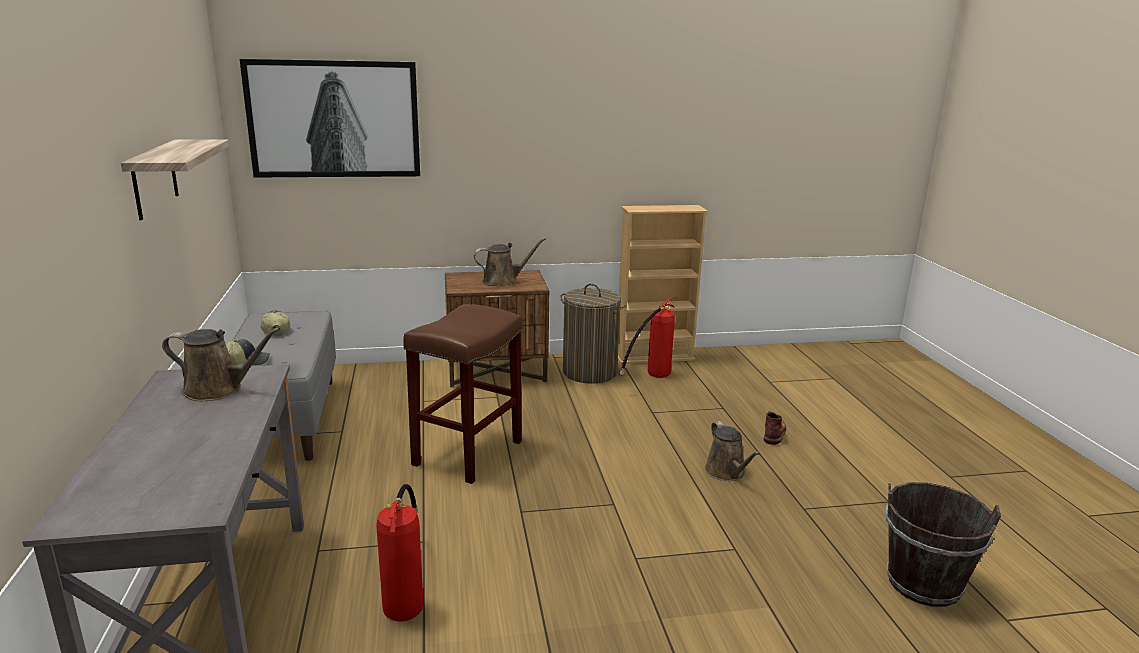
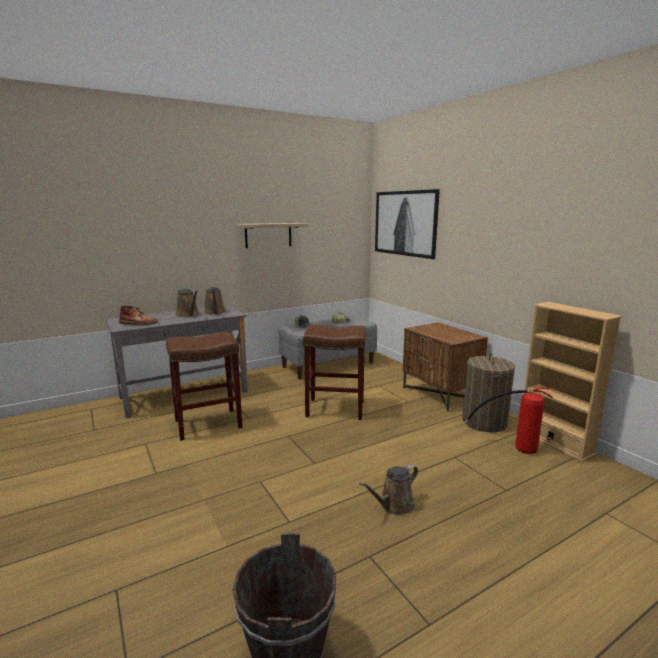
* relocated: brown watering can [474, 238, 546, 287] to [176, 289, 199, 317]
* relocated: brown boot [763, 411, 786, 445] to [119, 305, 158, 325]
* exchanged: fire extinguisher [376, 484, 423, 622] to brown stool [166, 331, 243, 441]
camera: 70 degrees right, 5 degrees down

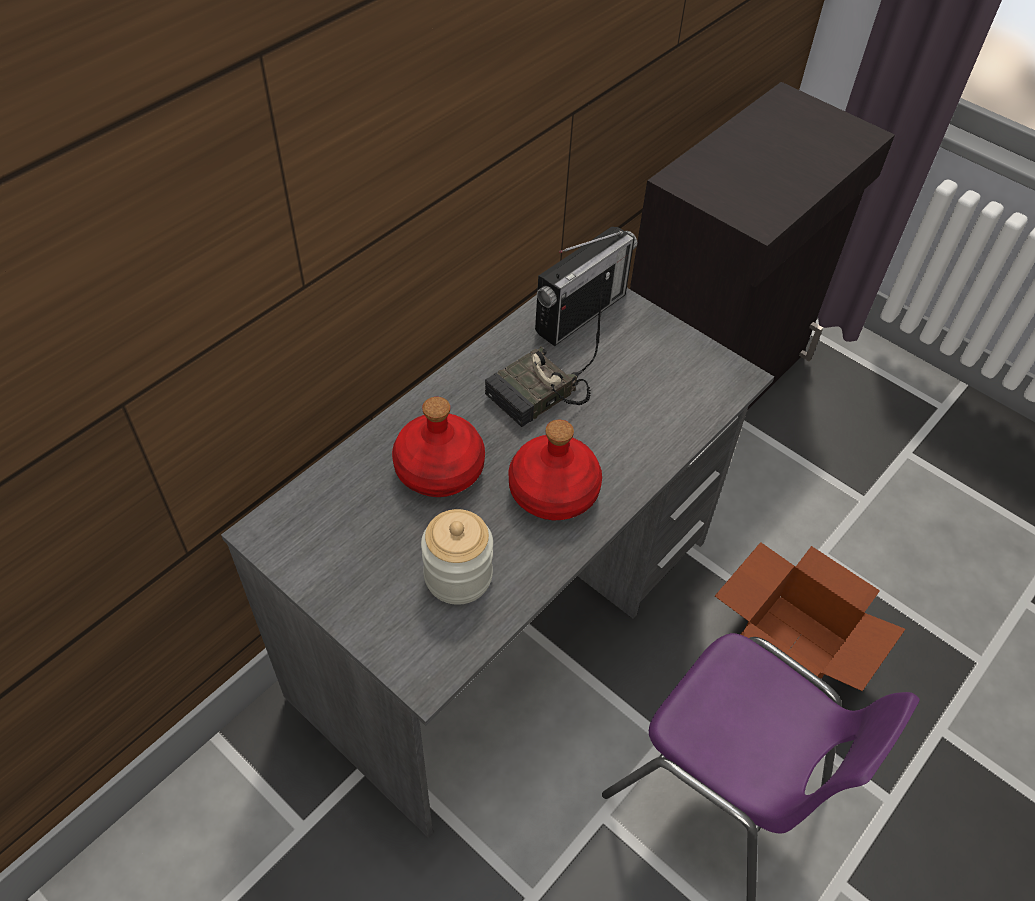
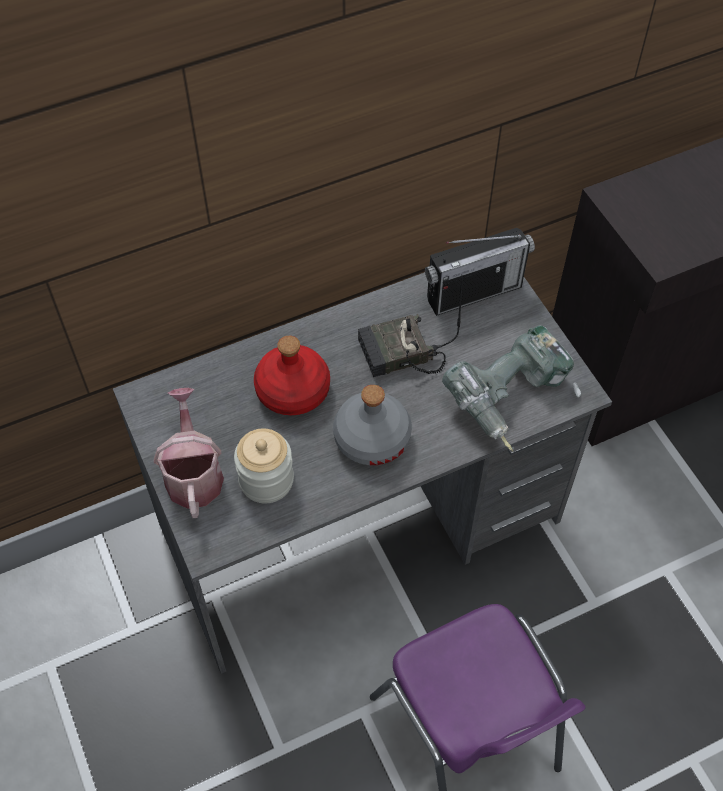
* colour: red bottle [508, 420, 602, 520] to grey bottle [333, 385, 412, 465]
* missing: cardboard box [715, 542, 905, 691]
* appeared: power drill [442, 325, 581, 452]
* appeared: watering can [154, 388, 224, 518]
camera: 25 degrees right, 5 degrees up

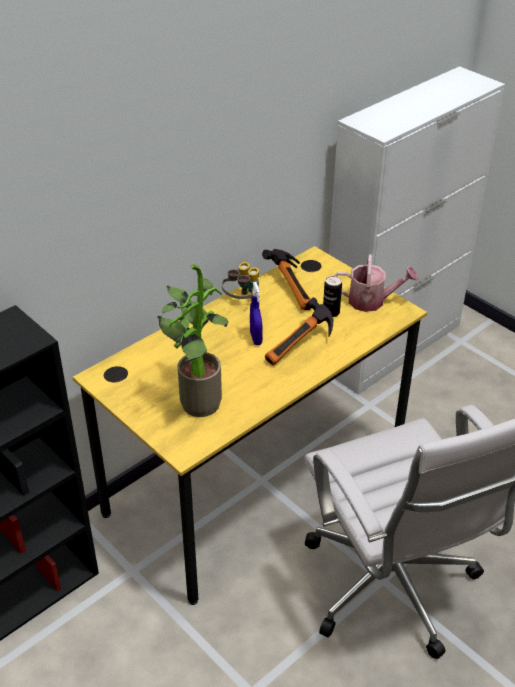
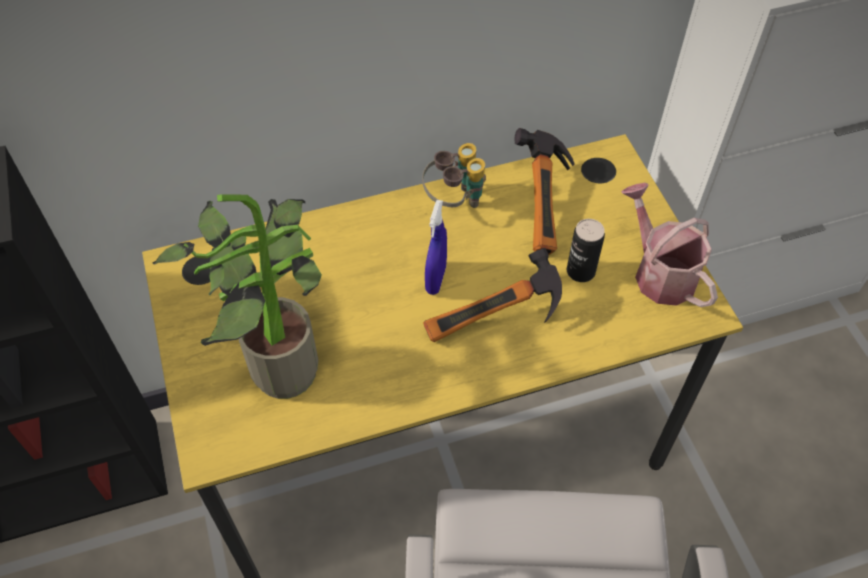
* spun: watering can [334, 254, 418, 312] = [621, 183, 718, 307] 150 degrees counterclockwise
camera: 25 degrees right, 15 degrees up

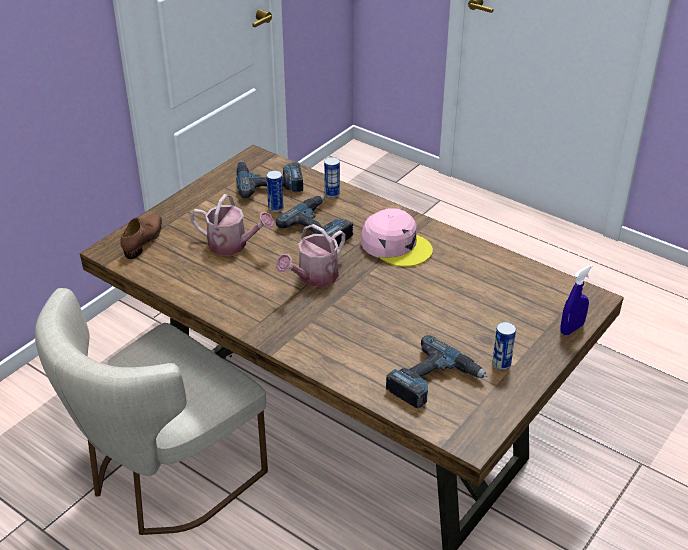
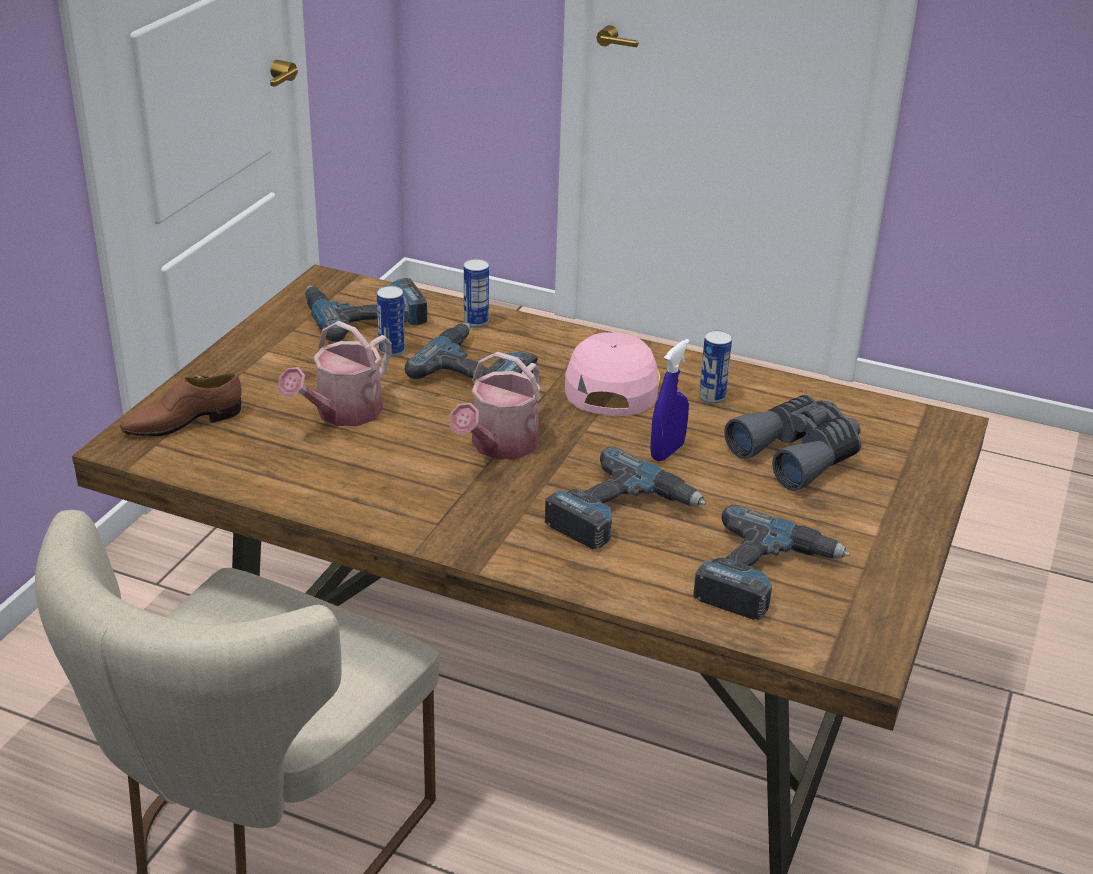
* spun: watering can [190, 194, 274, 255] = [278, 321, 392, 426] 120 degrees clockwise
* spun: pink cap [361, 208, 433, 267] = [565, 332, 660, 416] 105 degrees counterclockwise
* spun: brown shoe [120, 214, 162, 259] = [120, 373, 242, 437] 120 degrees counterclockwise
* relocated: blue spray bottle [560, 264, 593, 335] to [650, 339, 690, 461]
* relocated: can [492, 322, 516, 370] to [699, 330, 732, 404]
* appeared: grey binoculars [724, 395, 861, 491]
* appeared: power drill [545, 447, 706, 550]
camera: 15 degrees left, 5 degrees down

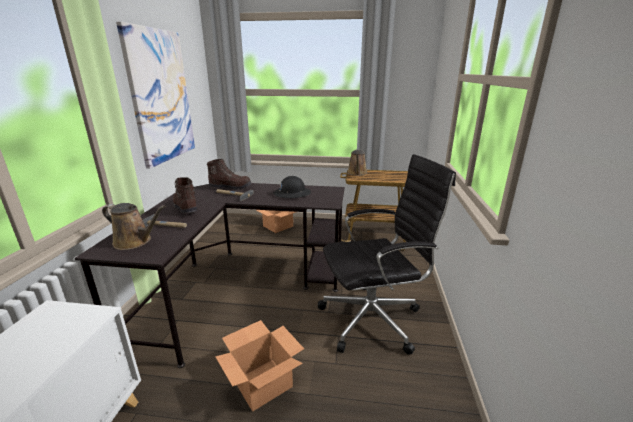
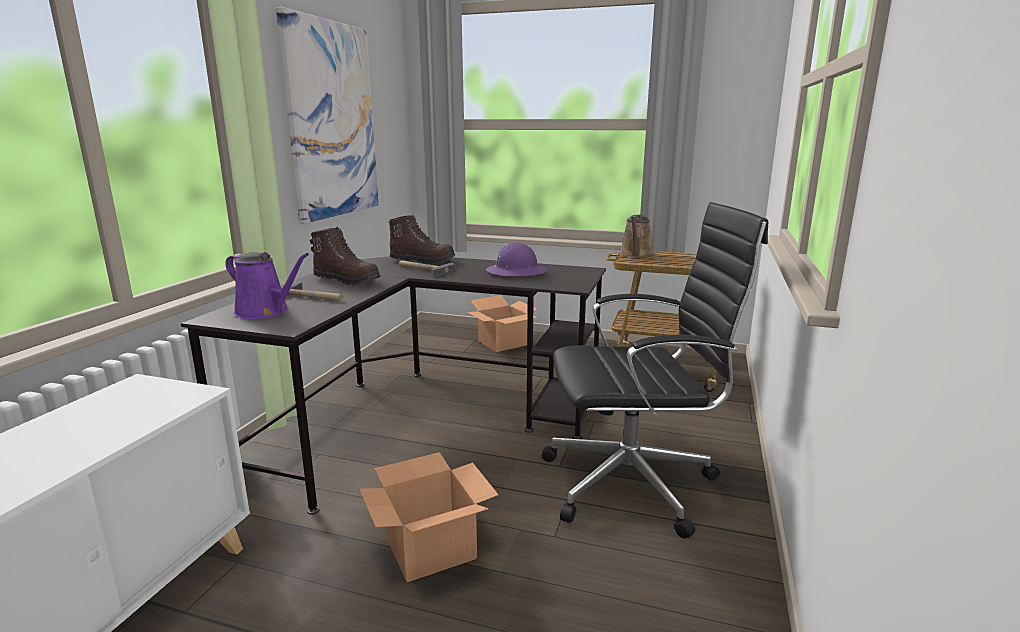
* colour: black hard hat [274, 176, 311, 198] to purple hard hat [486, 243, 547, 277]
* spun: brown boot [173, 177, 197, 214] = [310, 227, 380, 286] 135 degrees clockwise
* colour: brown watering can [102, 203, 166, 250] to purple watering can [225, 252, 309, 319]
camera: 10 degrees right, 5 degrees down

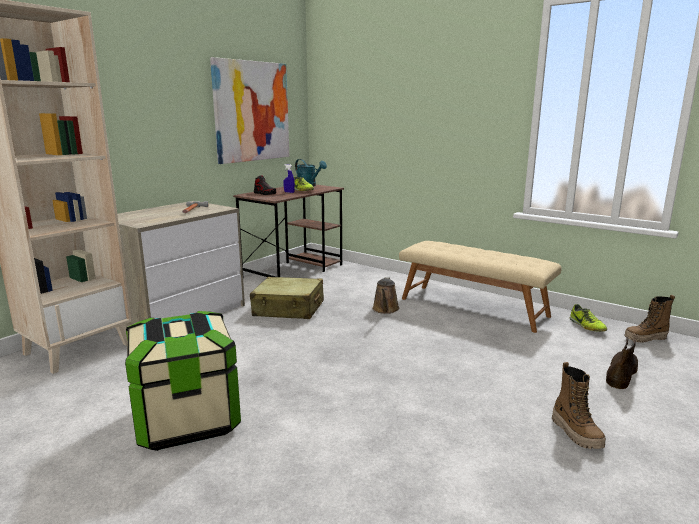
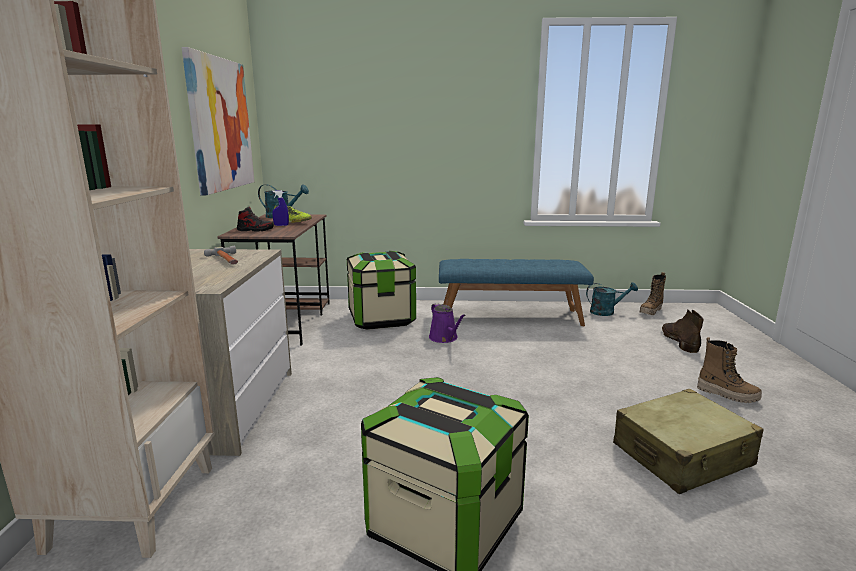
* colour: beige bench [399, 241, 562, 333] to blue bench [439, 259, 594, 326]
* relocated: beige suitcase [250, 277, 324, 319] to [613, 389, 764, 494]
* colour: brown watering can [372, 277, 399, 314] to purple watering can [429, 303, 466, 343]
* exchanged: shoe [570, 304, 607, 332] to turquoise watering can [586, 282, 638, 316]
* appeared: storage box [347, 251, 416, 330]
camera: 35 degrees left, 0 degrees up

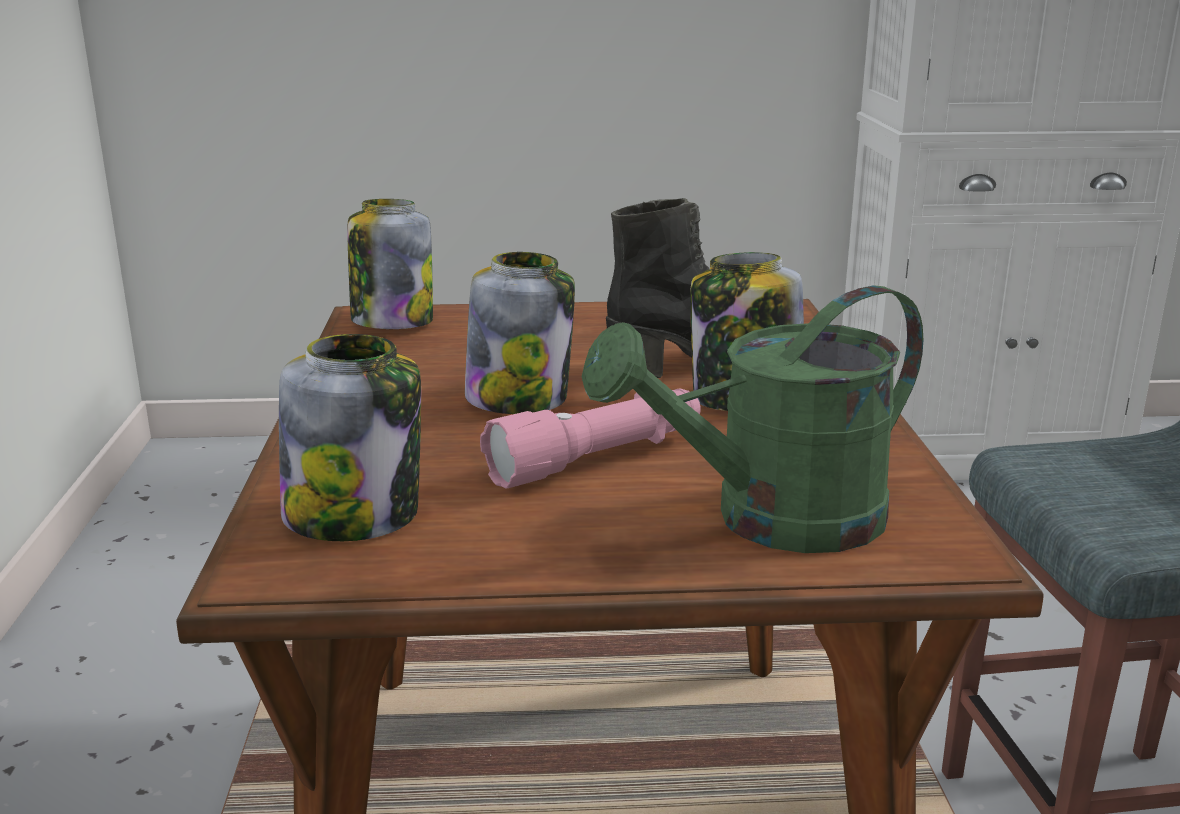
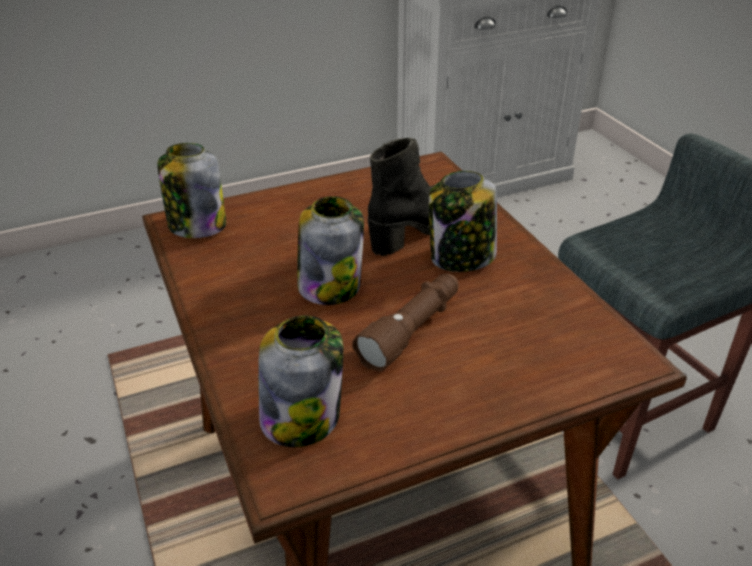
* missing: green watering can [582, 285, 924, 553]
* colour: pink flashlight [480, 389, 701, 489] to brown flashlight [352, 274, 459, 372]
camera: 20 degrees left, 15 degrees up

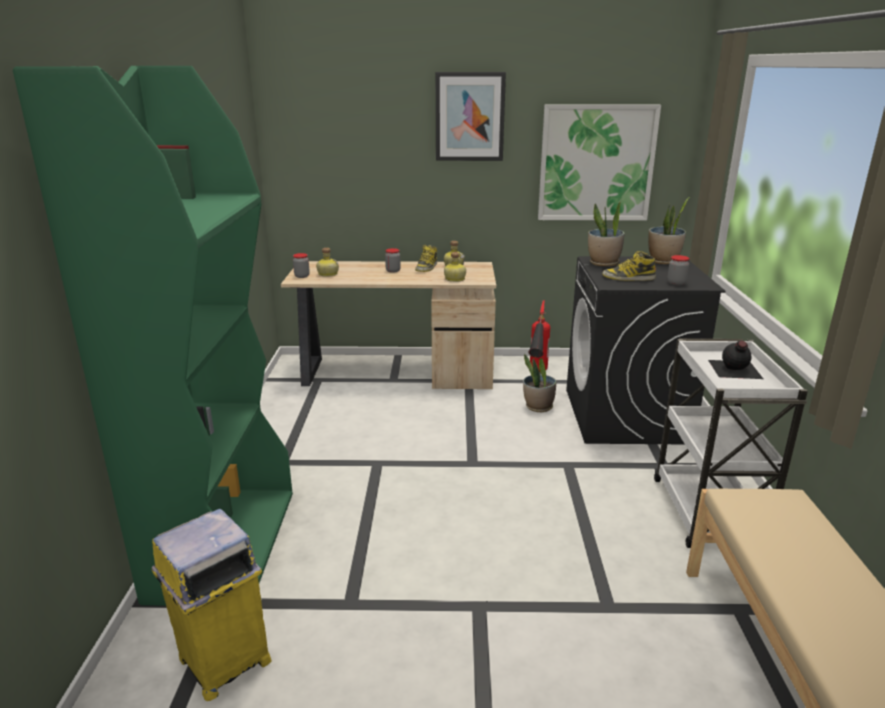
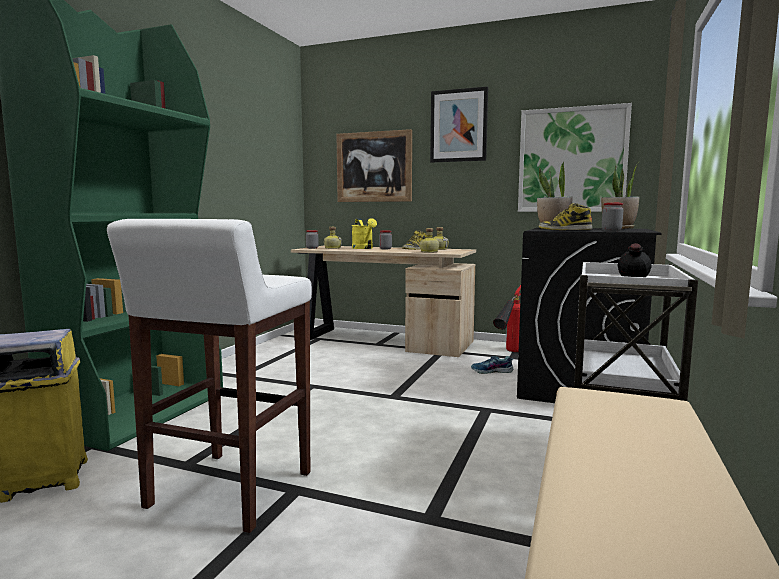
* exchanged: potted plant [523, 354, 556, 412] to shoe [471, 356, 513, 374]
* appeared: picture [336, 129, 412, 202]
* appeared: yellow watering can [352, 218, 377, 249]
* appeared: white stool [107, 219, 312, 533]
camera: 20 degrees right, 15 degrees down

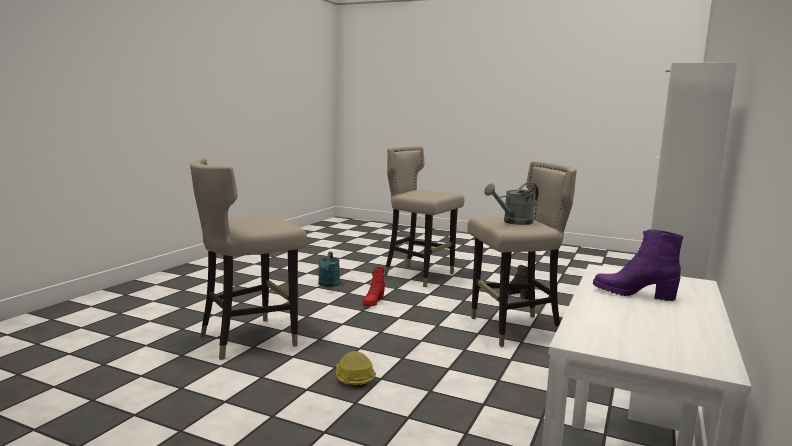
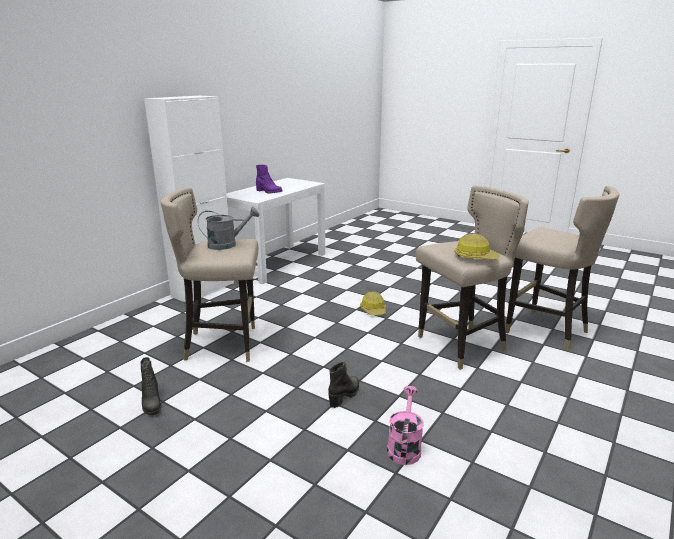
* relocated: beige stool [384, 146, 464, 287] to [505, 186, 619, 351]
* colour: turquoise watering can [318, 252, 340, 287] to pink watering can [387, 386, 424, 465]
* colour: red boot [363, 267, 385, 306] to black boot [328, 362, 359, 408]
* appeared: hard hat [454, 234, 499, 260]
camera: 170 degrees left, 10 degrees up

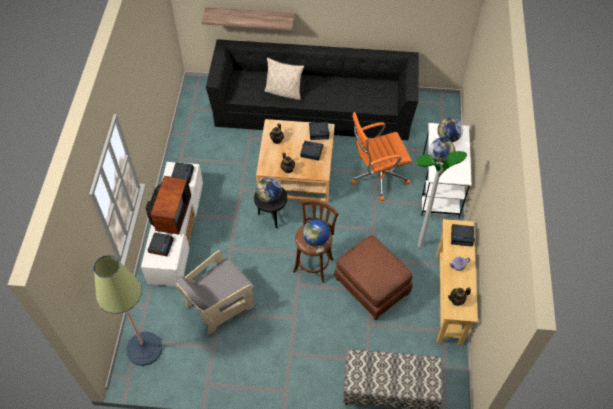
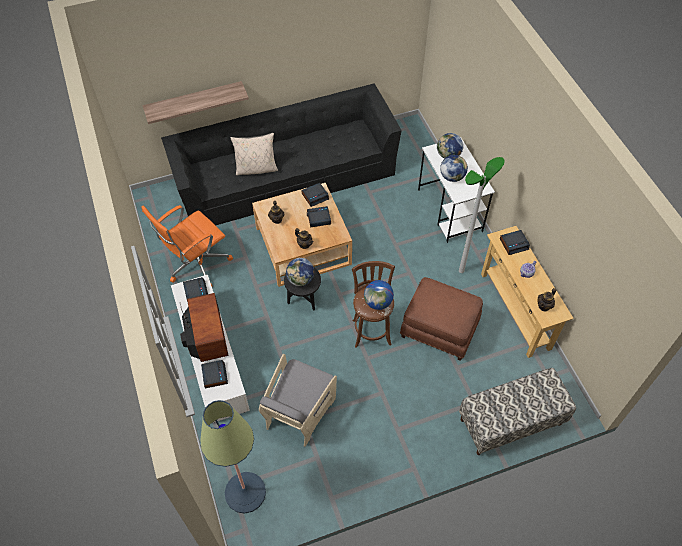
* relocated: orange office chair [351, 112, 412, 201] to [141, 205, 233, 286]
camera: 25 degrees left, 0 degrees up

